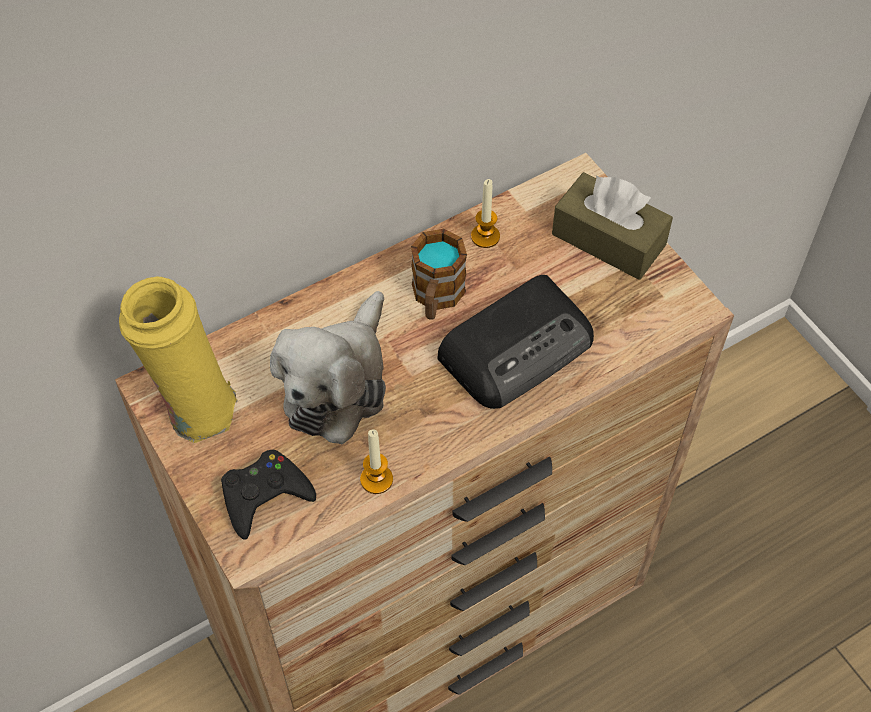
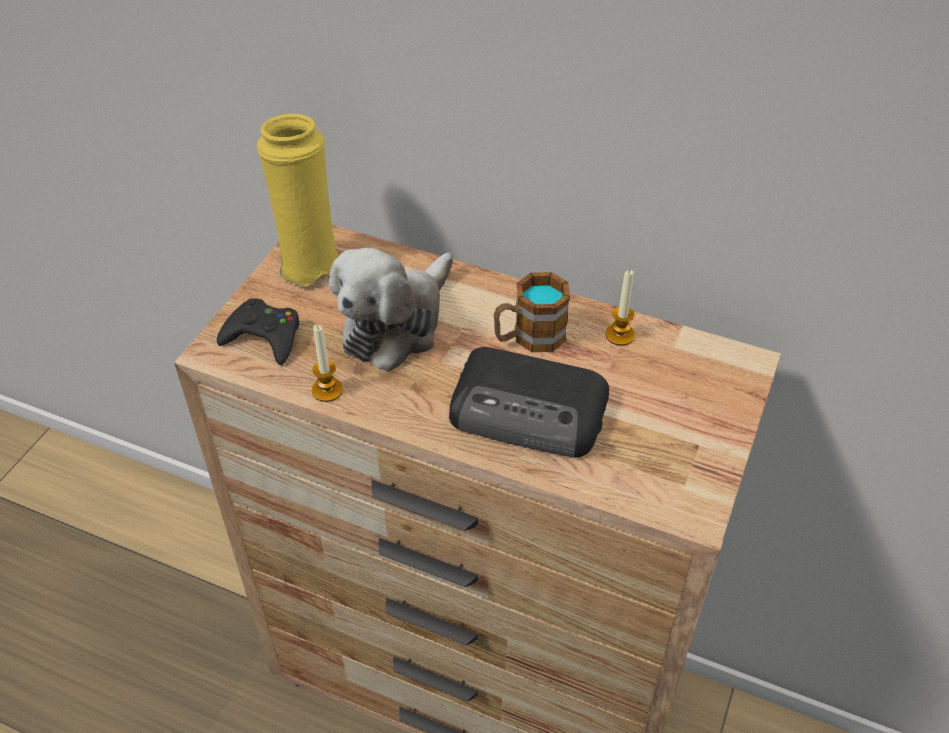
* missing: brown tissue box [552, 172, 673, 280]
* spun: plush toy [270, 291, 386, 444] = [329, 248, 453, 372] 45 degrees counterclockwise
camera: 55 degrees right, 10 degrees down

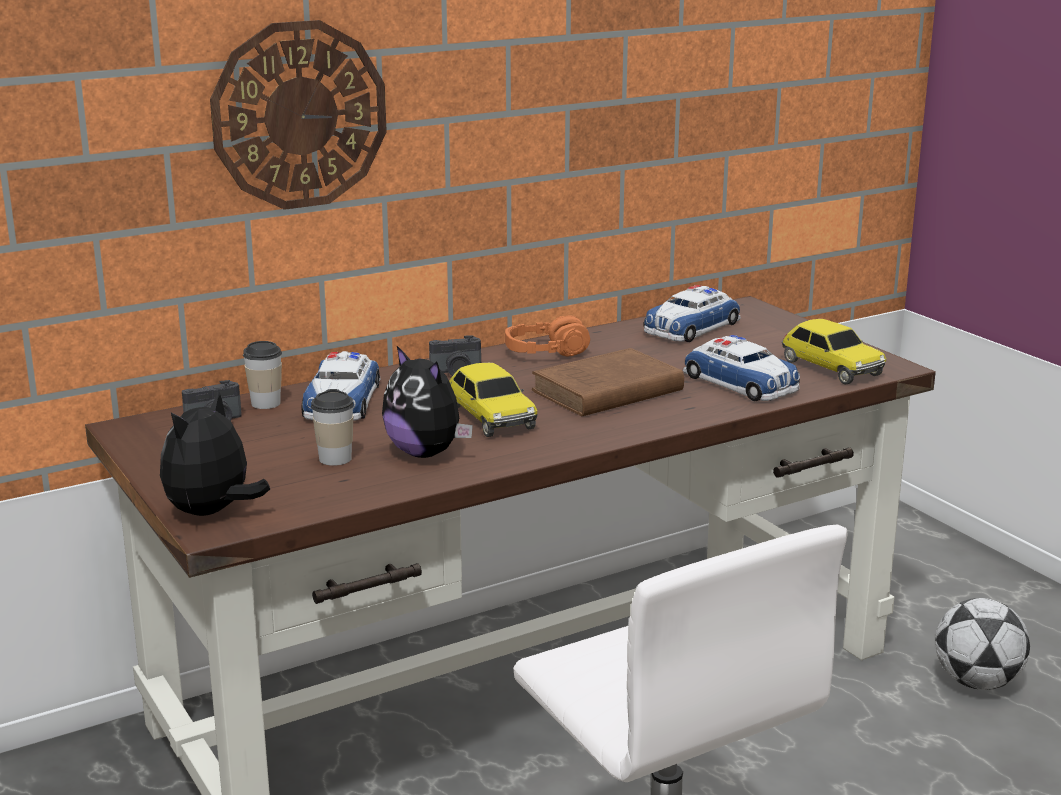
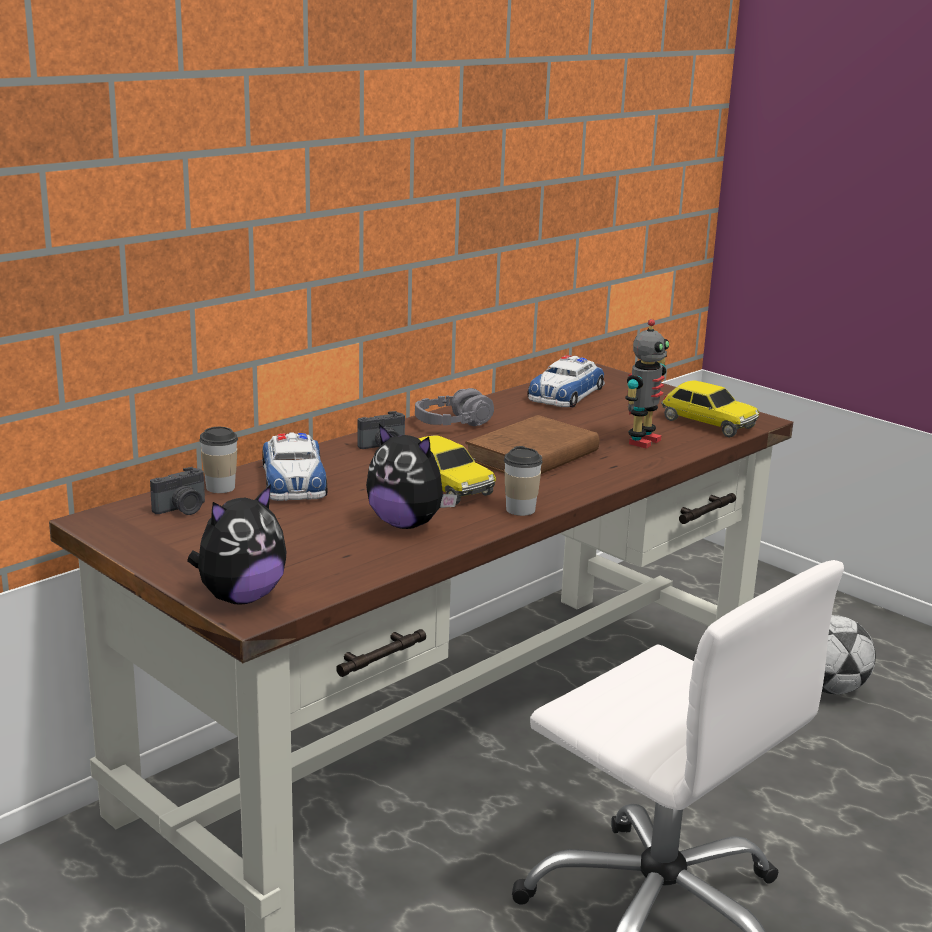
* missing: wall clock [210, 20, 387, 210]
* colour: orange headphones [505, 316, 590, 356] to grey headphones [415, 388, 494, 426]
* exchanged: toy car [683, 335, 800, 401] to toy robot [625, 319, 669, 449]
* relocated: cup [311, 389, 354, 466] to [504, 446, 543, 516]
* spun: plush toy [160, 390, 270, 516] = [187, 484, 286, 605] 150 degrees counterclockwise
camera: 15 degrees left, 0 degrees up

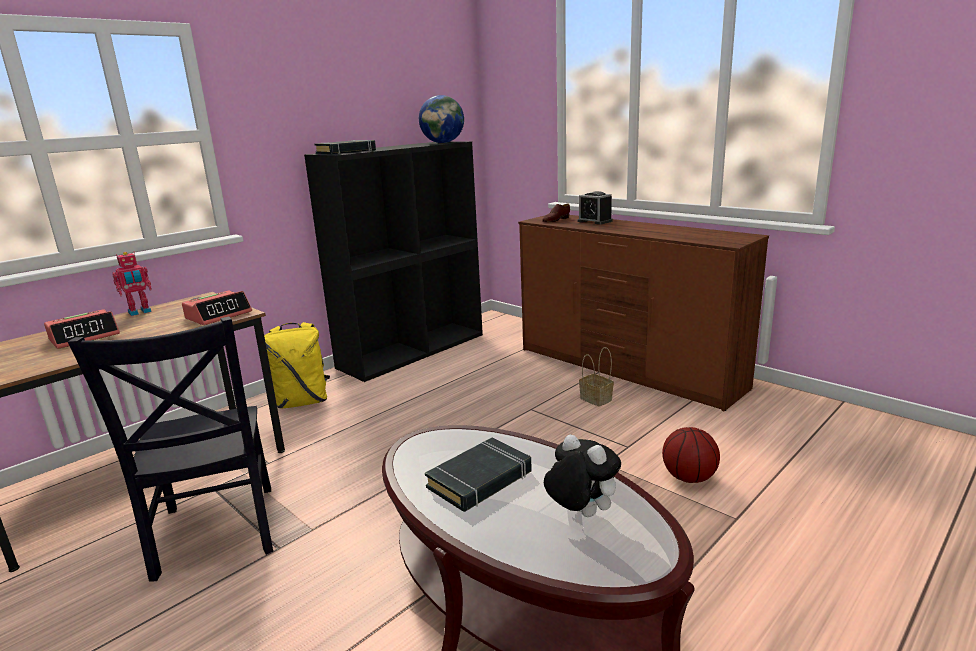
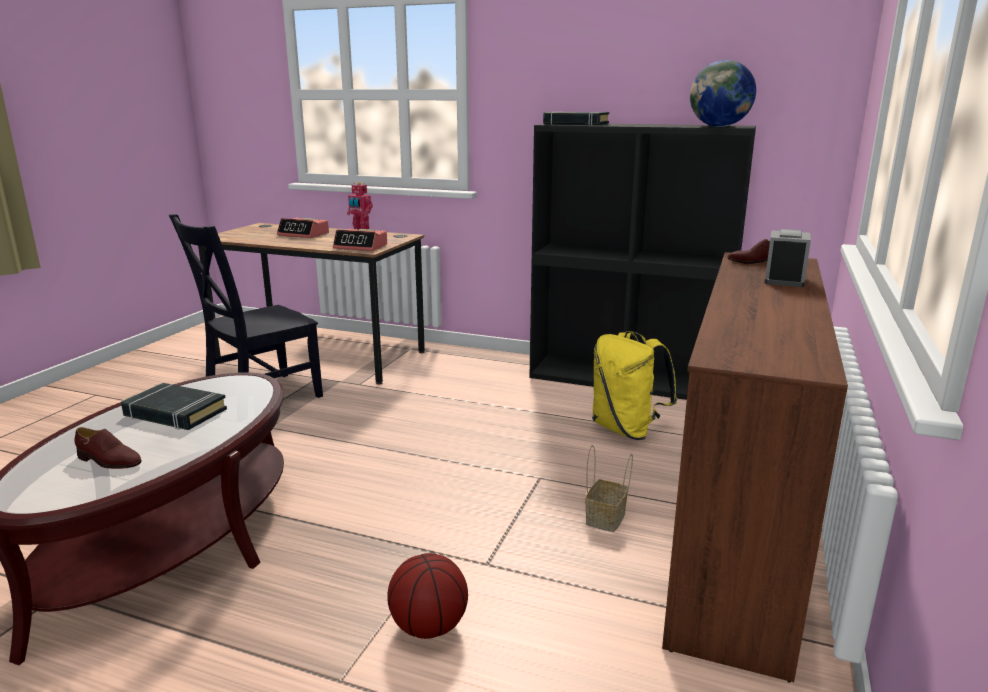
* relocated: yellow backpack [264, 322, 330, 408] to [592, 331, 677, 440]
* exchanged: plush toy [544, 434, 621, 517] to brown shoe [74, 427, 142, 469]
camera: 65 degrees right, 0 degrees up

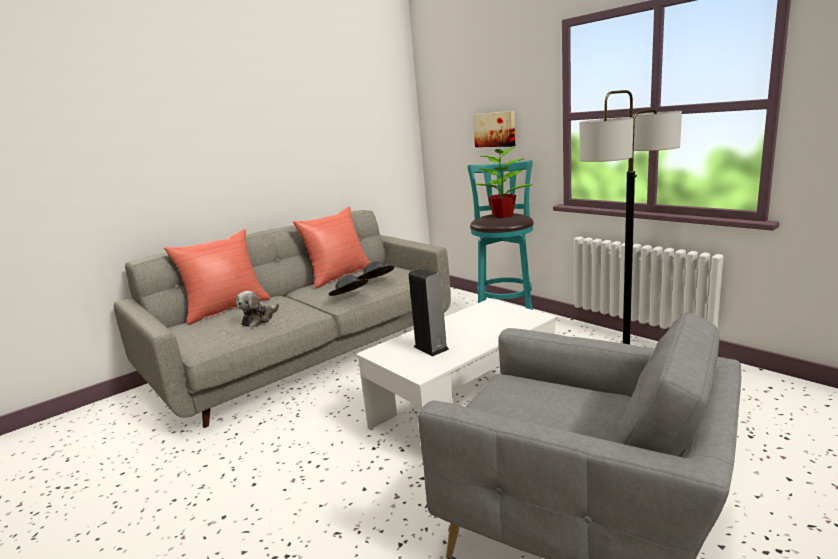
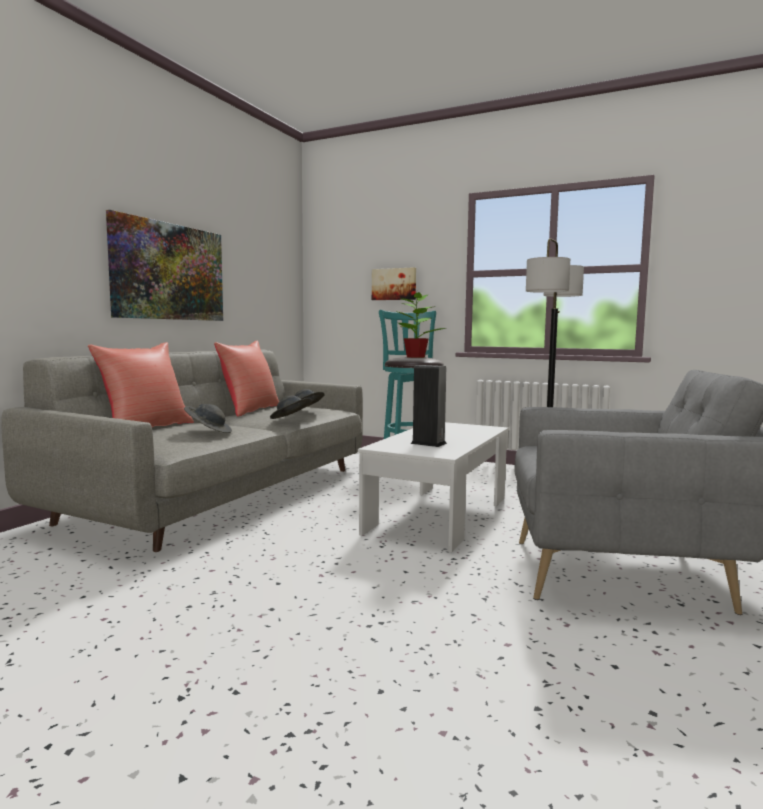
* exchanged: plush toy [236, 291, 279, 327] to grey hat [184, 404, 232, 433]
* appeared: picture [106, 210, 223, 321]
camera: 25 degrees left, 10 degrees down

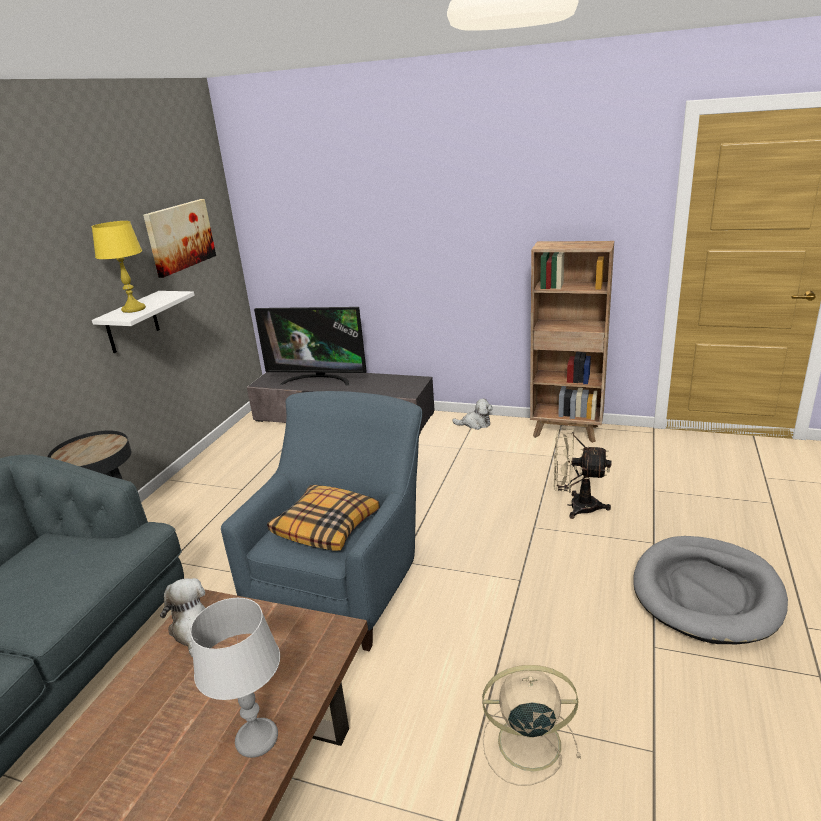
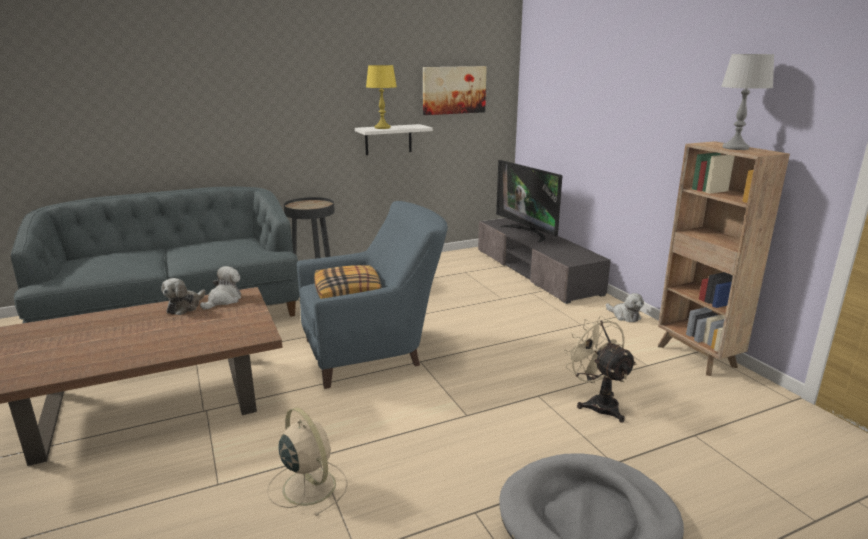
* relocated: grey table lamp [190, 598, 280, 758] to [721, 54, 774, 150]
* appeared: plush toy [161, 278, 206, 315]
camera: 45 degrees right, 5 degrees down

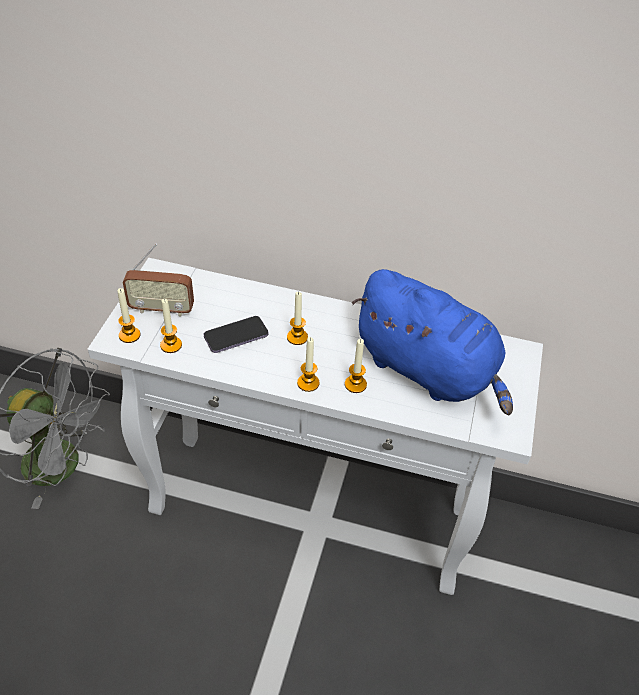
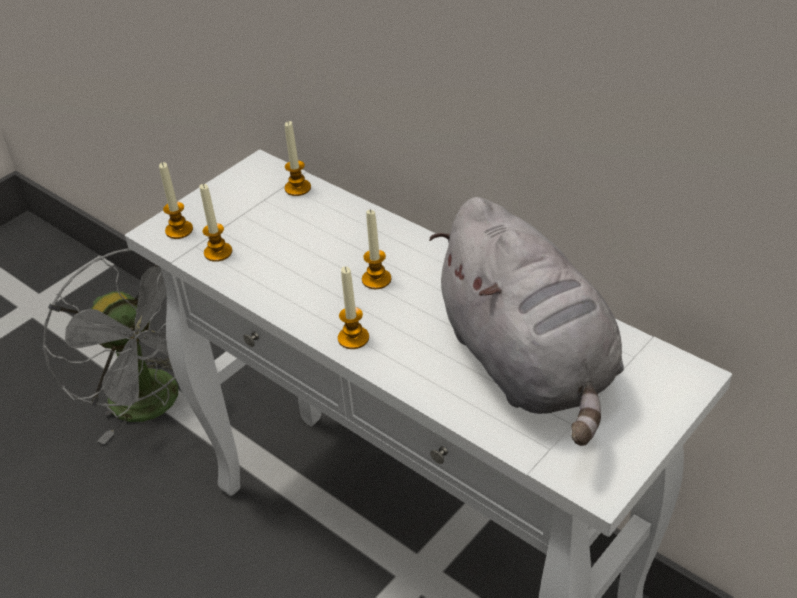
* missing: radio [123, 243, 194, 317]
* colour: blue plush toy [352, 269, 513, 415] to grey plush toy [429, 197, 624, 446]
* missing: phone [204, 316, 268, 353]
* relocated: candle [345, 339, 367, 393] to [285, 121, 311, 196]
camera: 30 degrees right, 5 degrees down

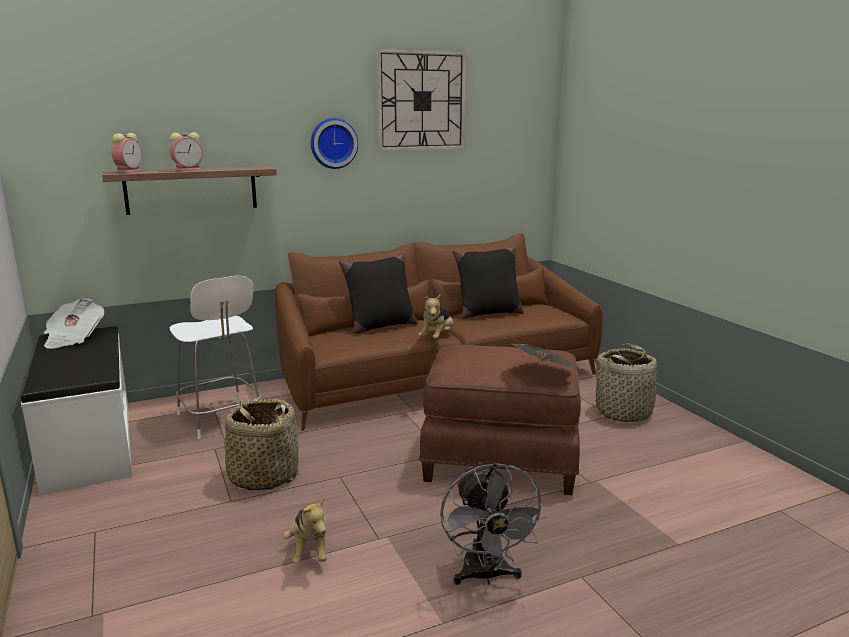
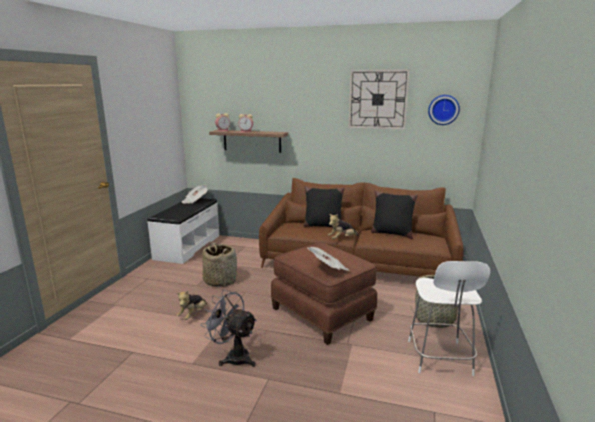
* relocated: wall clock [311, 118, 358, 169] to [428, 95, 460, 125]
* relocated: white stool [170, 276, 262, 439] to [408, 261, 490, 376]
* spun: grey fan [440, 462, 548, 585] = [201, 290, 257, 367] 90 degrees clockwise
camera: 40 degrees right, 0 degrees up

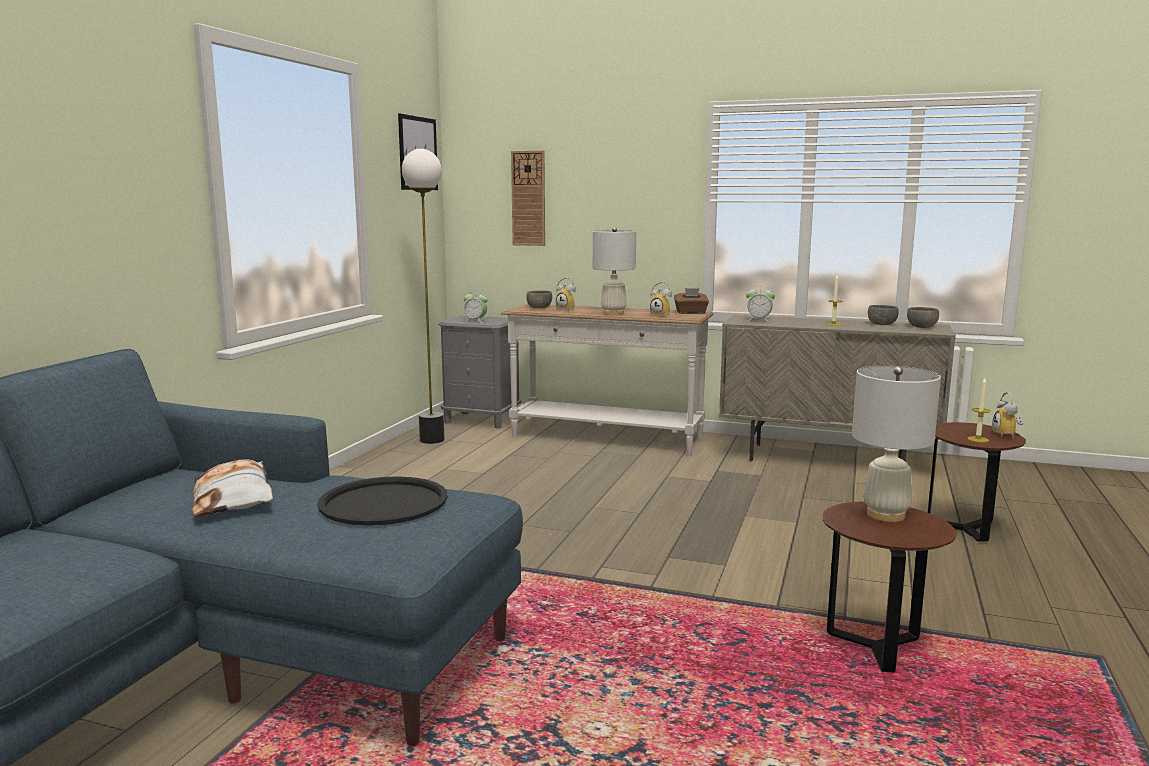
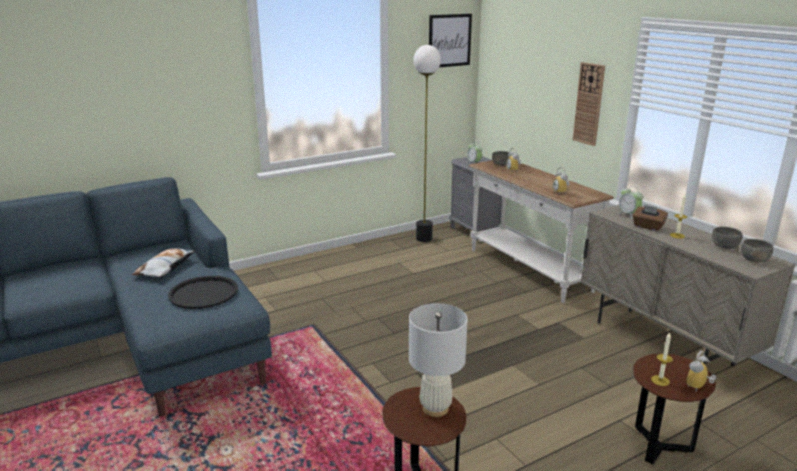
* relocated: wall clock [511, 150, 545, 246] to [573, 62, 605, 146]
* missing: white table lamp [593, 227, 636, 315]
* relocated: brown tissue box [674, 288, 709, 314] to [632, 205, 668, 231]
camera: 40 degrees right, 10 degrees up

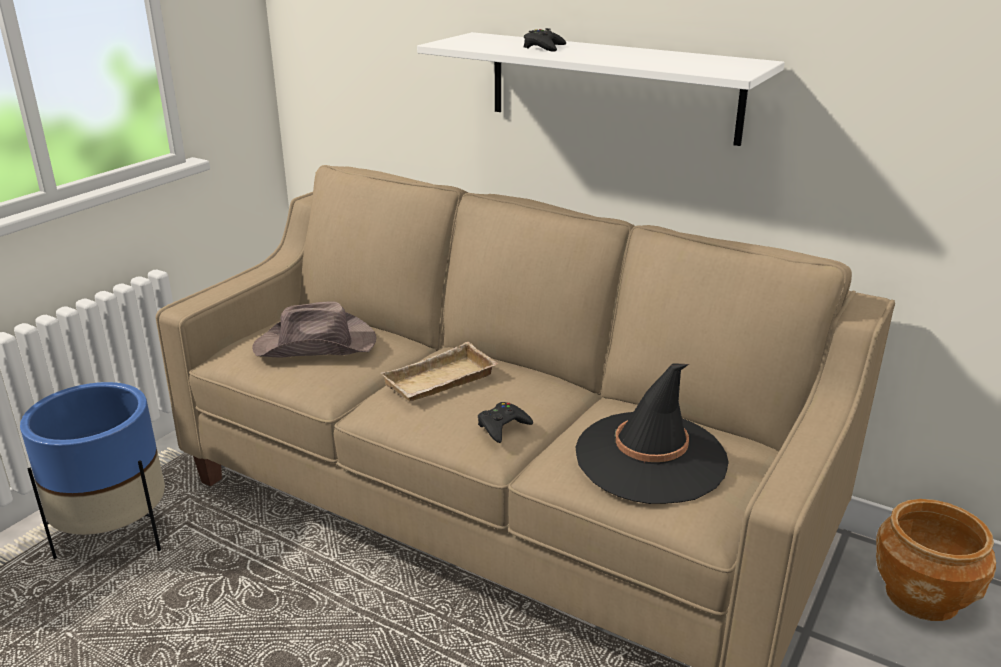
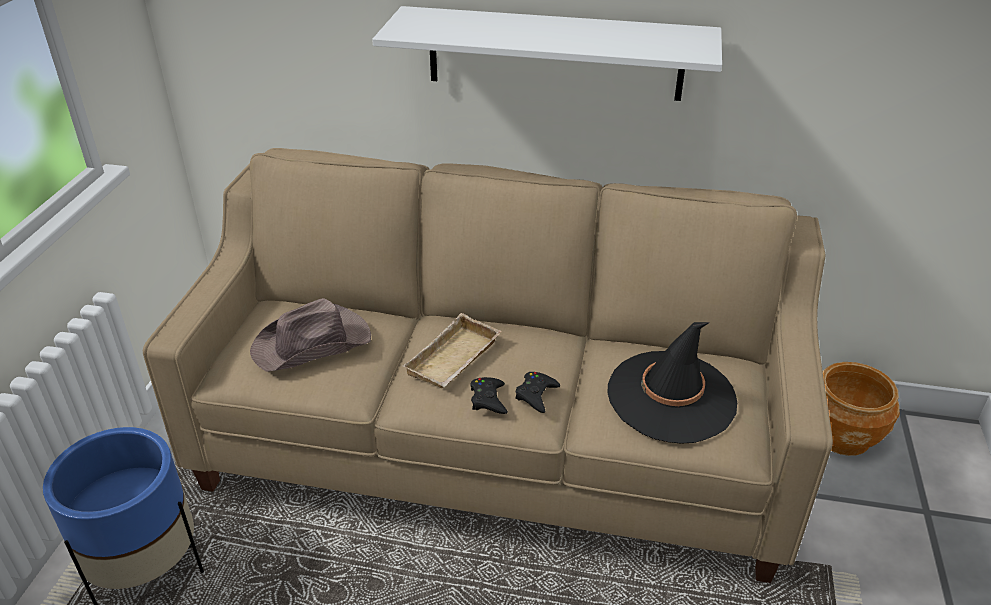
* relocated: black game controller [523, 28, 566, 52] to [470, 377, 508, 414]
camera: 20 degrees left, 10 degrees up

